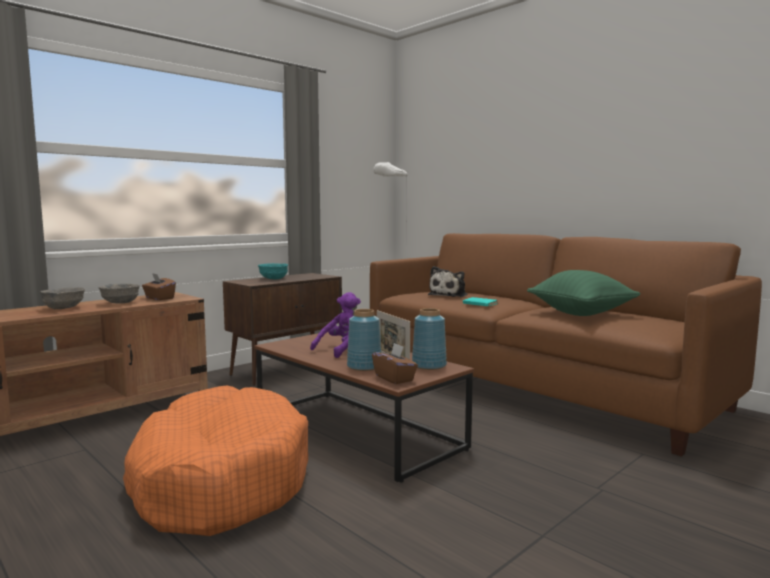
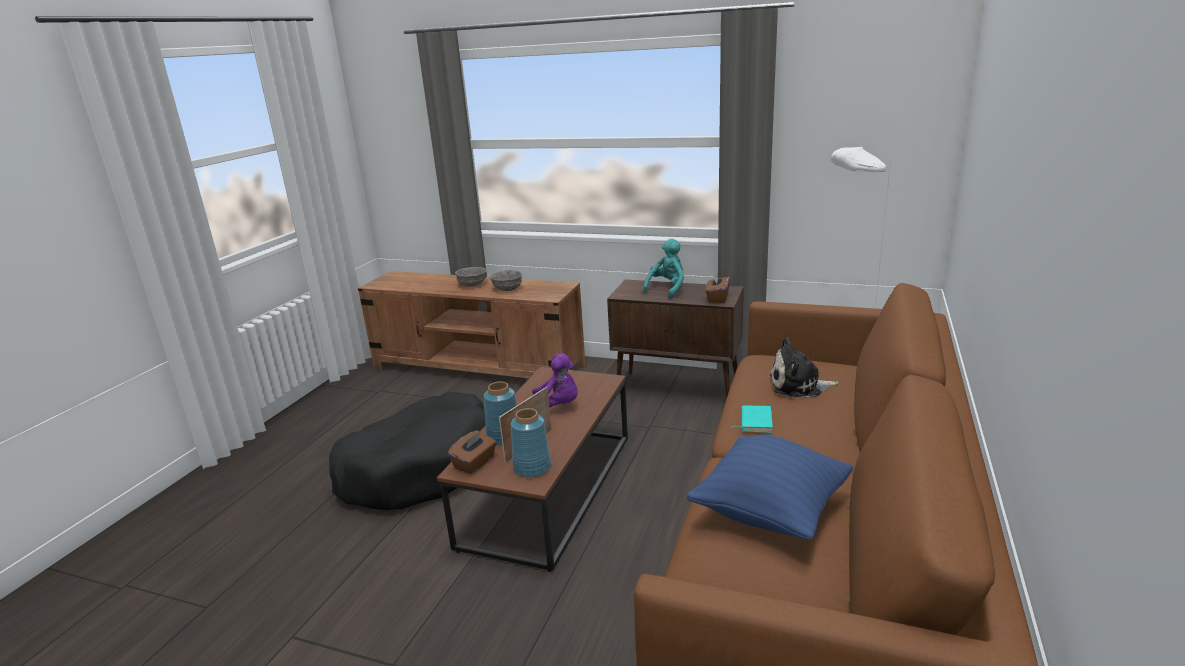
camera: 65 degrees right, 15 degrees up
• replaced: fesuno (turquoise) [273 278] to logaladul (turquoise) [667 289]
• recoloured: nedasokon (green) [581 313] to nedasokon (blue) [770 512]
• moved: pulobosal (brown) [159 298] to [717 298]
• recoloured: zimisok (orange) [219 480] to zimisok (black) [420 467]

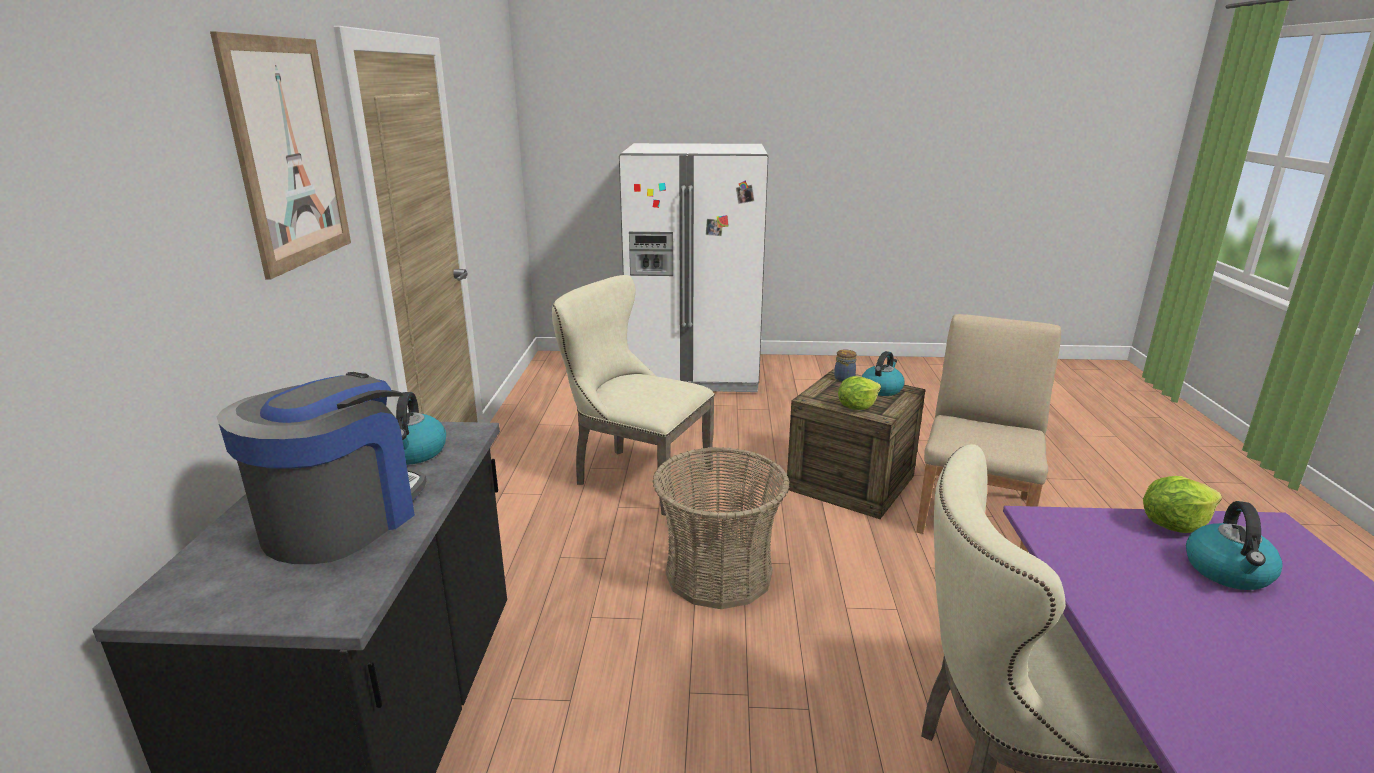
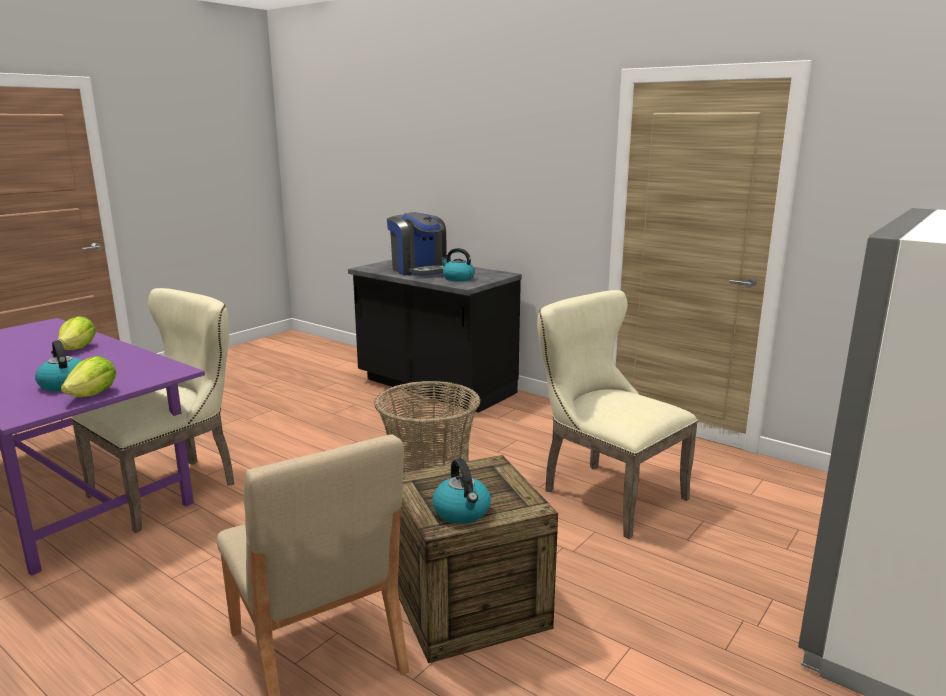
camera: 125 degrees right, 5 degrees down
• removed: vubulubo [288 153]
• turned: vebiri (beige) [635 476] = [604 493] 105 degrees counterclockwise
• removed: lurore [844 378]
• moved: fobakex [857 407] to [78 348]

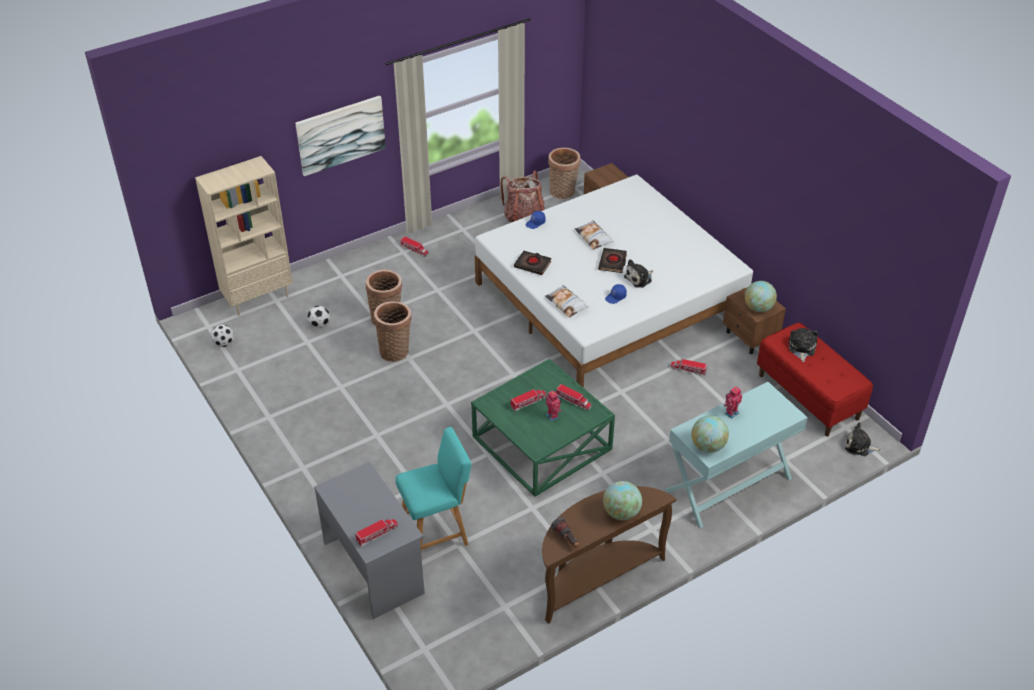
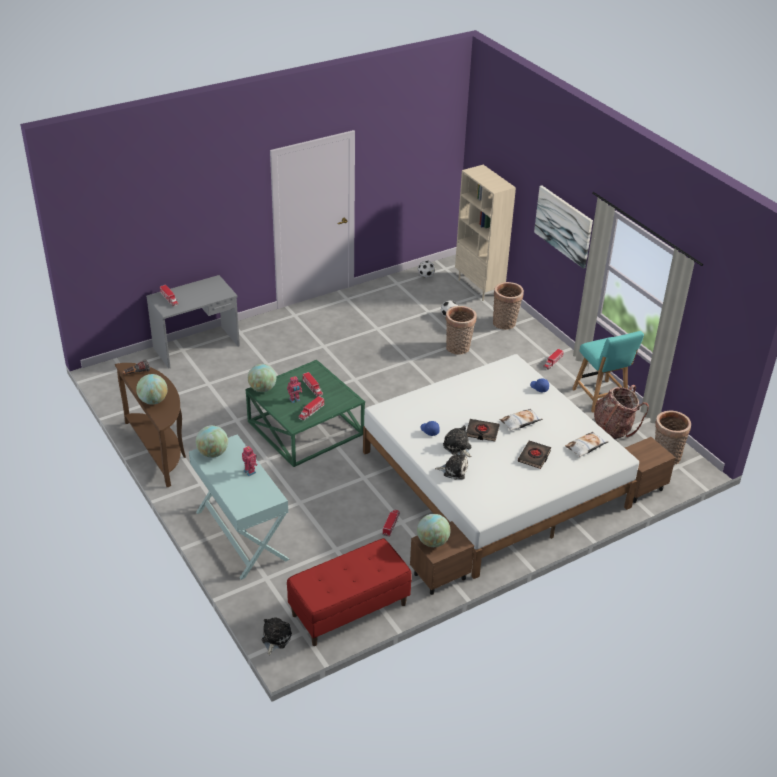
camera: 90 degrees right, 5 degrees down
• moved: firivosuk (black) [532 265] to [534 456]
• moved: nedasokon [566 304] to [586 447]
• moved: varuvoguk [395 350] to [505 324]
• moved: logaladul [801 348] to [453 470]
• moved: vebiri (turquoise) [437 532] to [601 398]
• added: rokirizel [262 389]

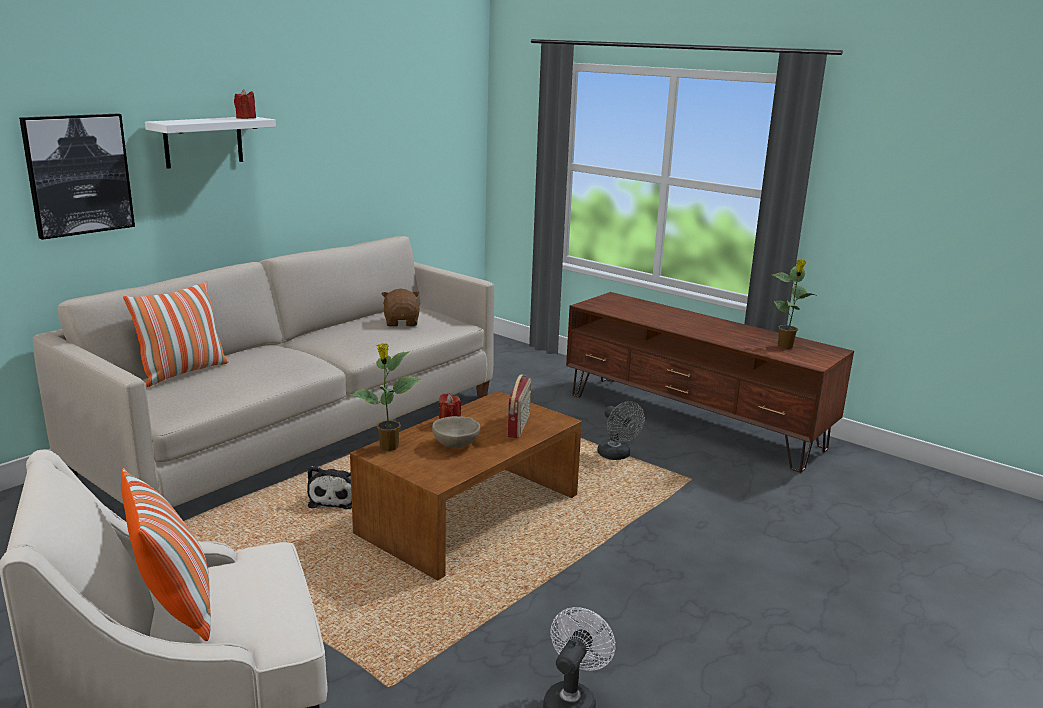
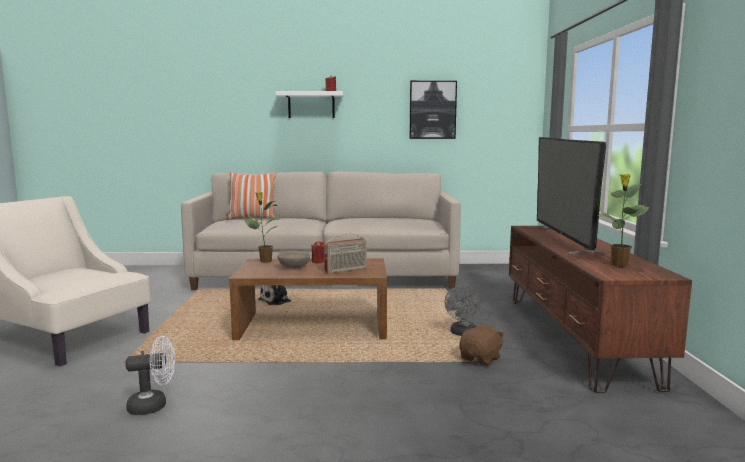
camera: 50 degrees right, 10 degrees down
• moved: vubulubo [78 174] to [432 110]
• moved: logaladul (brown) [402 322] to [481 359]
• removed: nedasokon [176 606]
• added: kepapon [561 239]

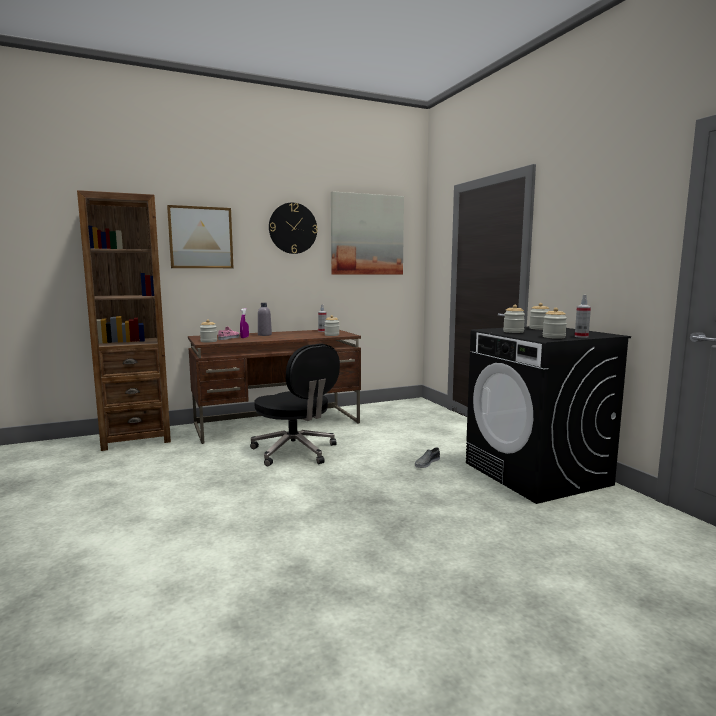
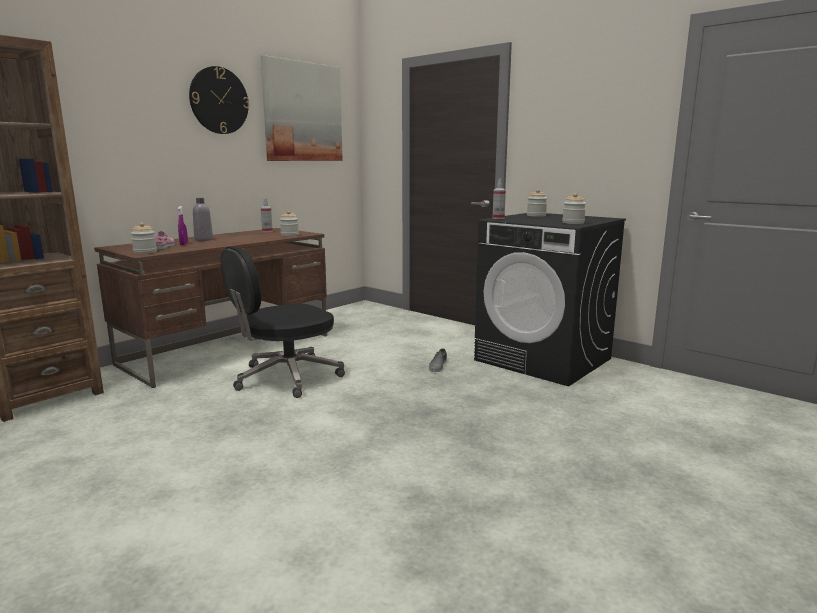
camera: 25 degrees left, 5 degrees up
• removed: vubulubo [201 237]
• moved: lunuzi [581 336] to [498 218]
• removed: lurore [513 332]
• turned: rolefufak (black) [295 452] = [286 377] 120 degrees clockwise

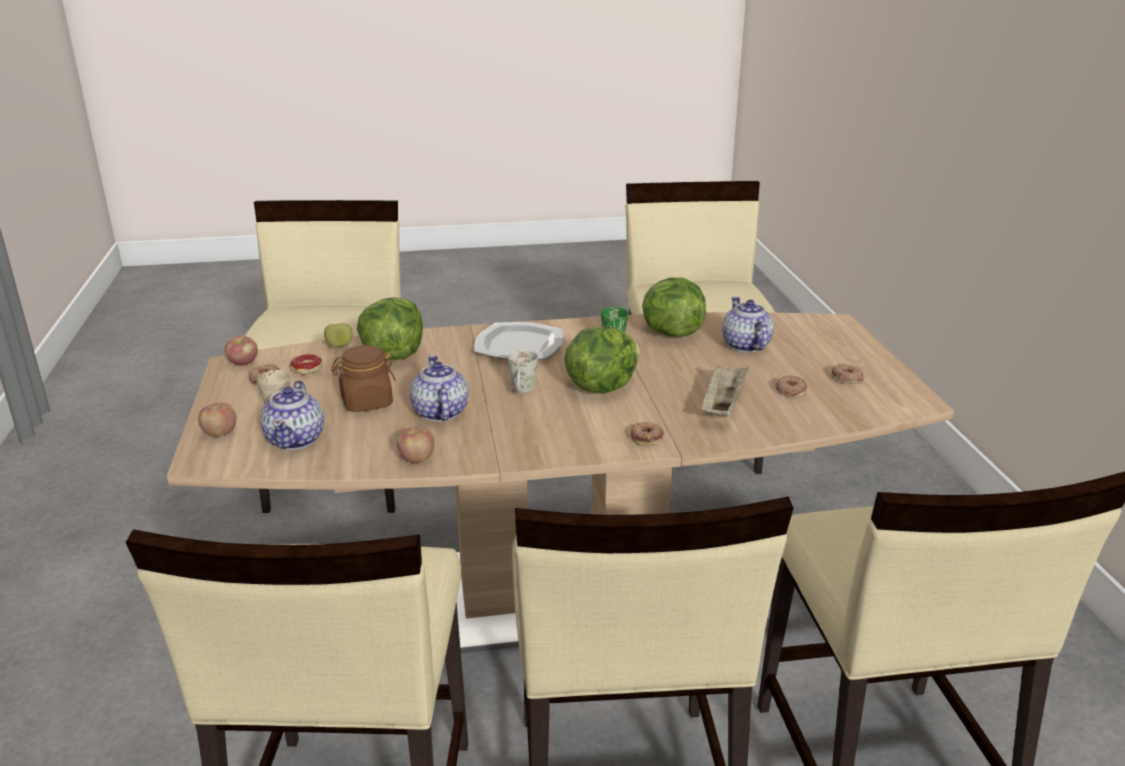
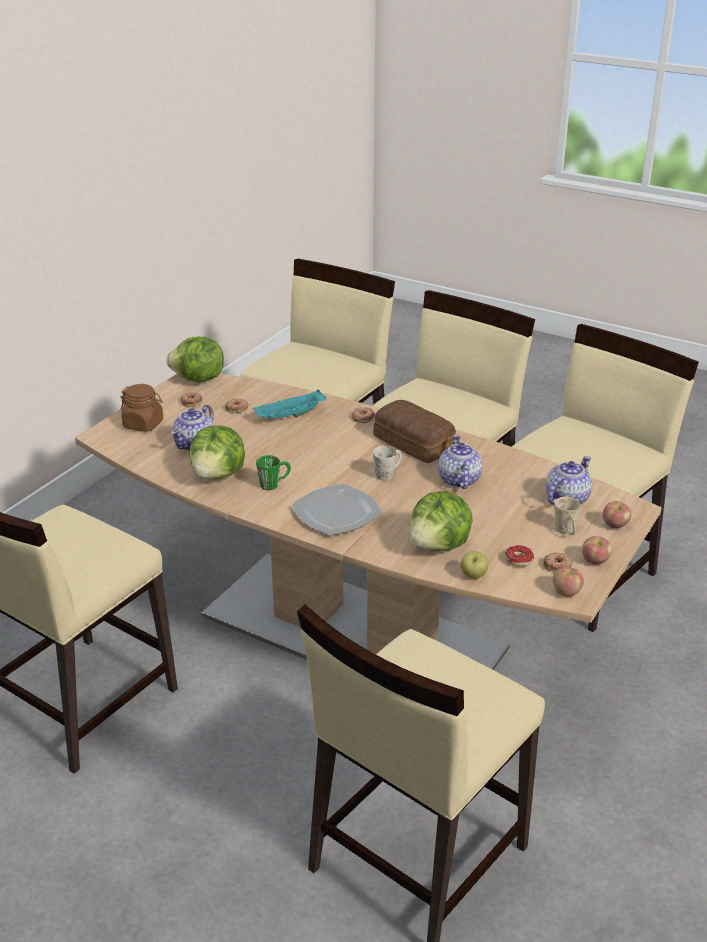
camera: 140 degrees left, 5 degrees up
• moved: fobakex [601 386] to [198 380]
• moved: lurore (brown) [366 402] to [143 424]
• turned: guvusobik [439 413] = [458 480] 150 degrees clockwise
• recoloured: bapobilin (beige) [722 405] to bapobilin (turquoise) [290 416]
• moved: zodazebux [416 458] to [595 561]
• added: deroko [414 444]

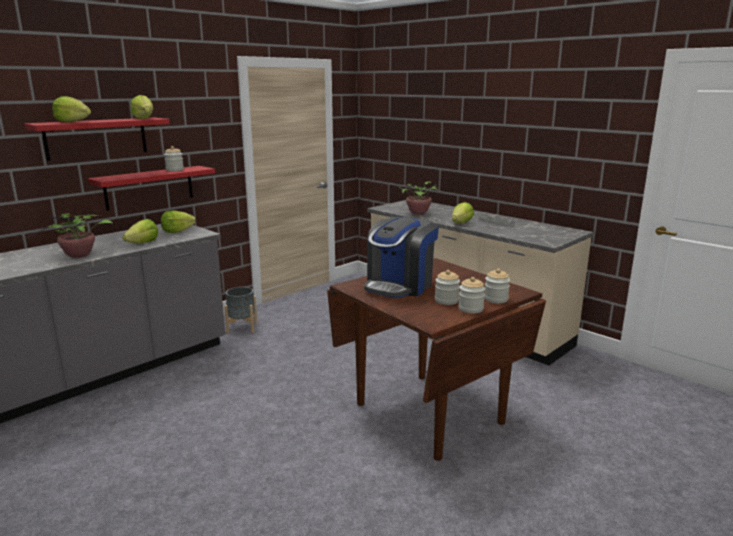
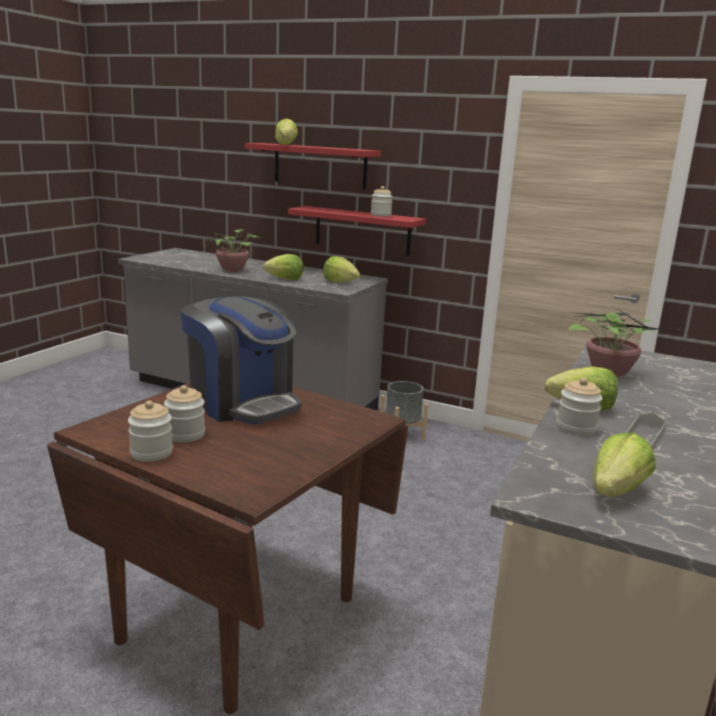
camera: 70 degrees right, 0 degrees up
• moved: fobakex [144 118] to [616 491]
• turned: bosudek [399 285] = [242 402] 150 degrees counterclockwise
• moved: lurore [496 299] to [576 428]

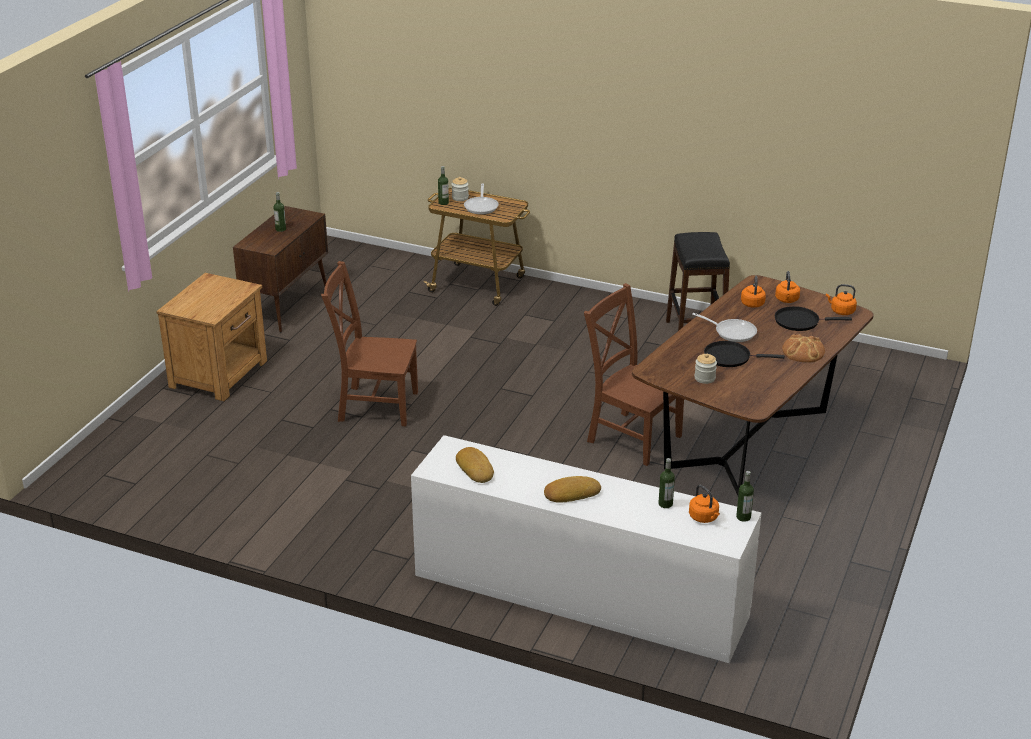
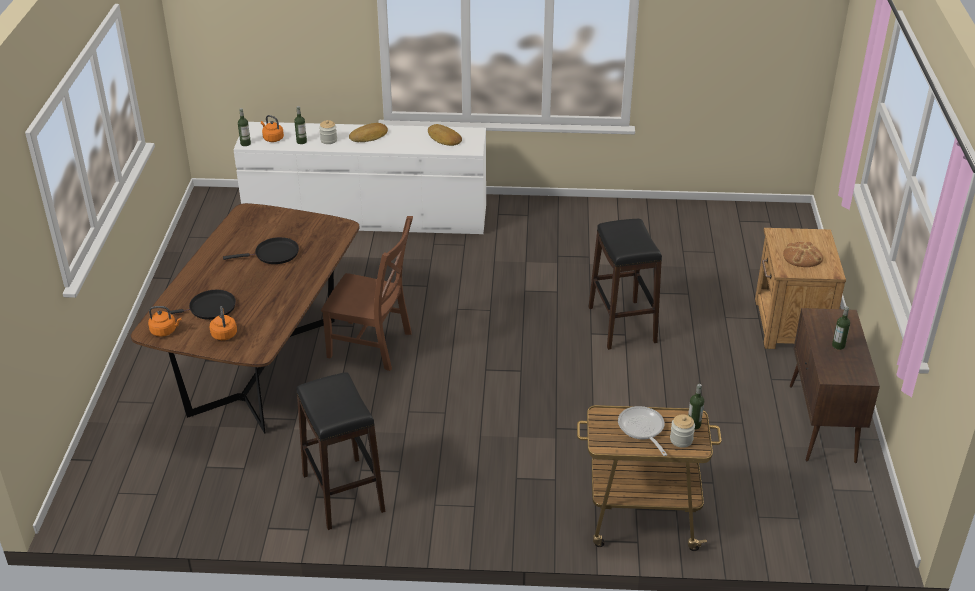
camera: 160 degrees right, 5 degrees up
• replaced: vebiri (brown) [374 405] to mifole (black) [622 325]
• removed: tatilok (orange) [752 303]
• removed: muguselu [732 332]
• moved: deroko [803 351] to [802 257]
• moved: lurore [704 378] to [328 140]

